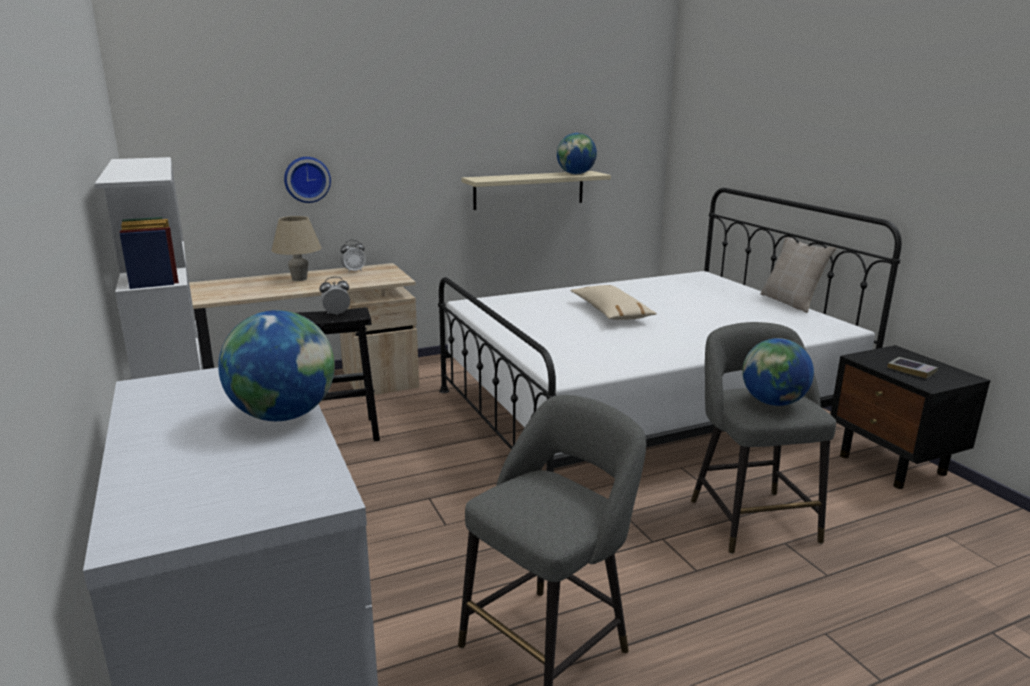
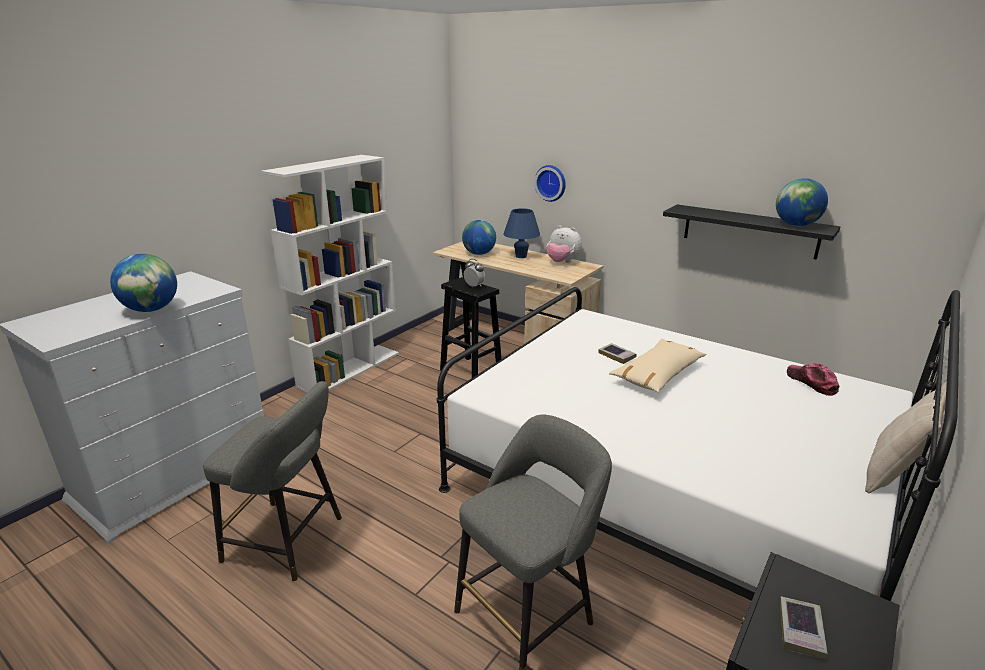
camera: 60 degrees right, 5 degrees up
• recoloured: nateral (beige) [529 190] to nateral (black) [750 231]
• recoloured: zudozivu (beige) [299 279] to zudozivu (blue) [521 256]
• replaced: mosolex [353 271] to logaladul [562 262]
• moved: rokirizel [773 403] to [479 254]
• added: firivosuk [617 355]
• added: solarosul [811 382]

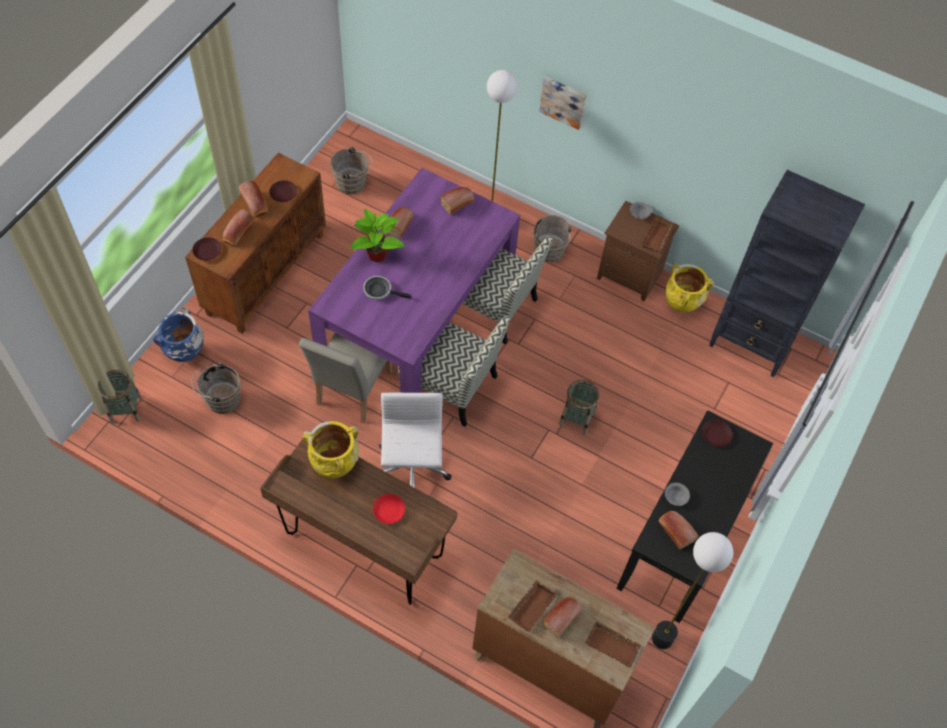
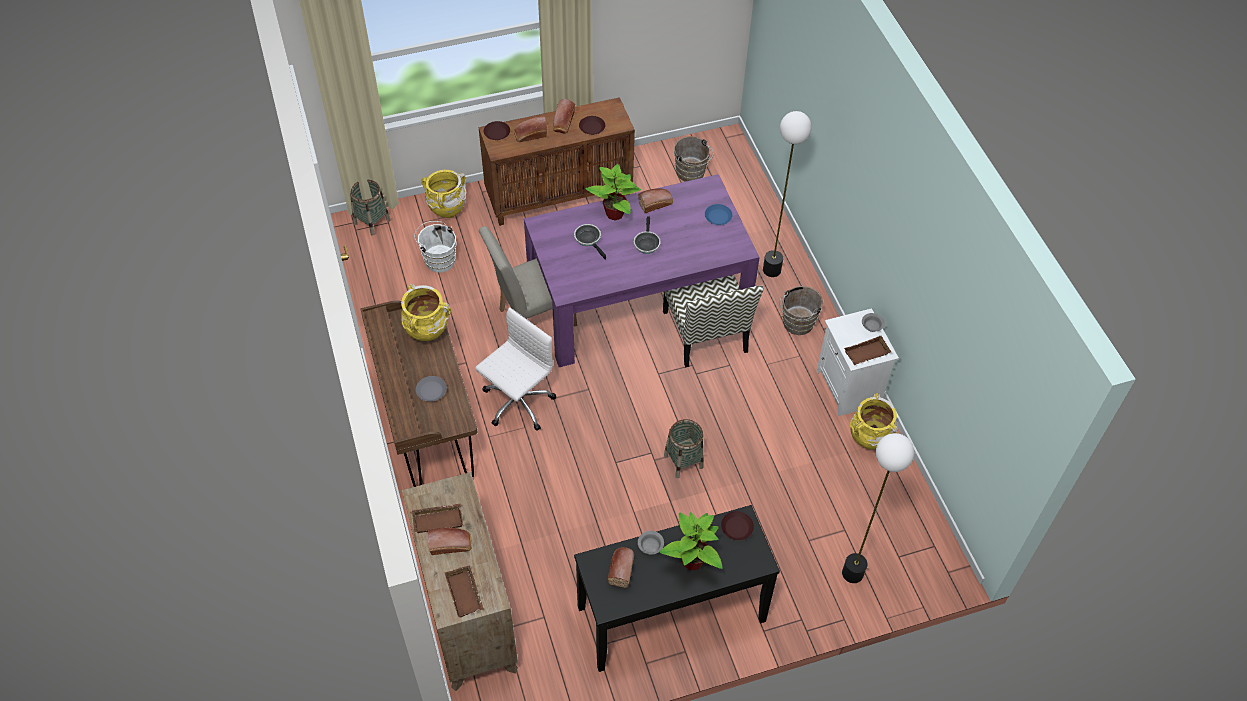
camera: 45 degrees right, 5 degrees down
• removed: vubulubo [563 101]
• removed: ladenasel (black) [752 342]
• replaced: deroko [458 203] to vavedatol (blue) [718 217]
• recoloured: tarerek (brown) [631 275] to tarerek (white) [849 388]
• recoloured: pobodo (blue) [186 354] to pobodo (yellow) [447 213]
• removed: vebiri [451 385]
• recoloured: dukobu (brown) [220 399] to dukobu (white) [438 259]
• recoloured: vavedatol (red) [389 510] to vavedatol (grey) [431 391]
• moved: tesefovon [662 639] to [852 573]
• added: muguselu [646 243]
• added: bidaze [692 561]

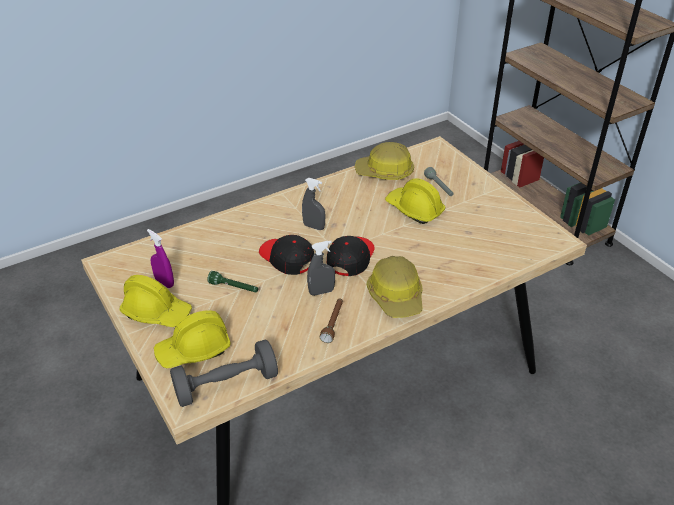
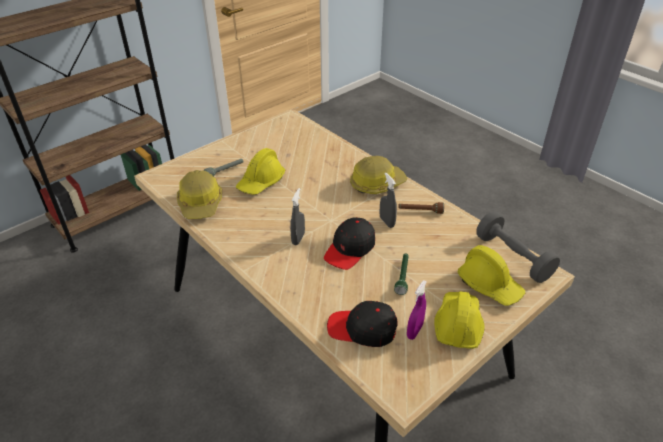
camera: 100 degrees left, 0 degrees up
• moved: solarosul (black) [350 258] to [362 329]

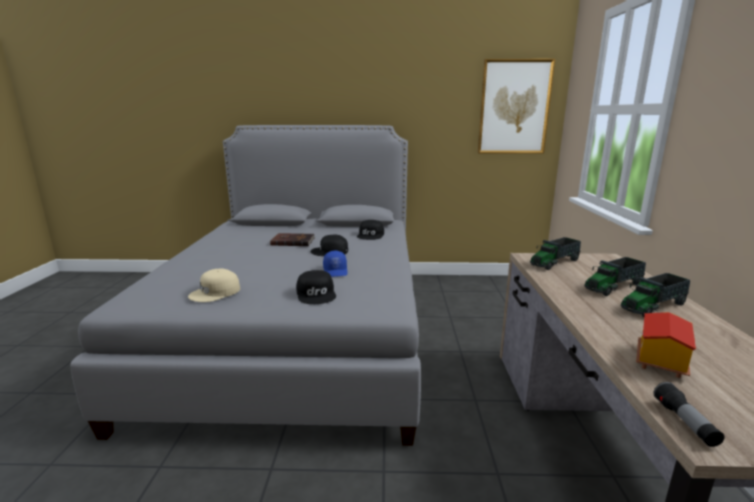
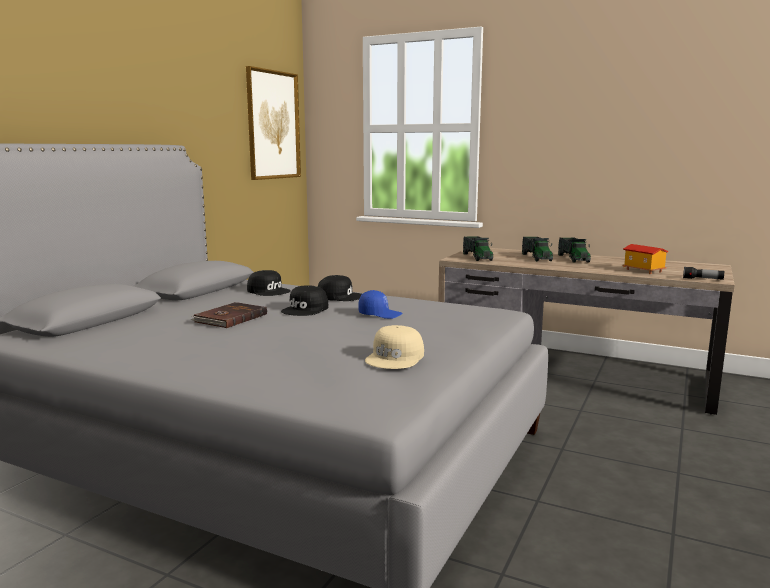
camera: 65 degrees left, 5 degrees down
• turned: solarosul (beige) [215 292] = [396 358] 45 degrees clockwise
• moved: solarosul (black) [317 294] to [340 296]

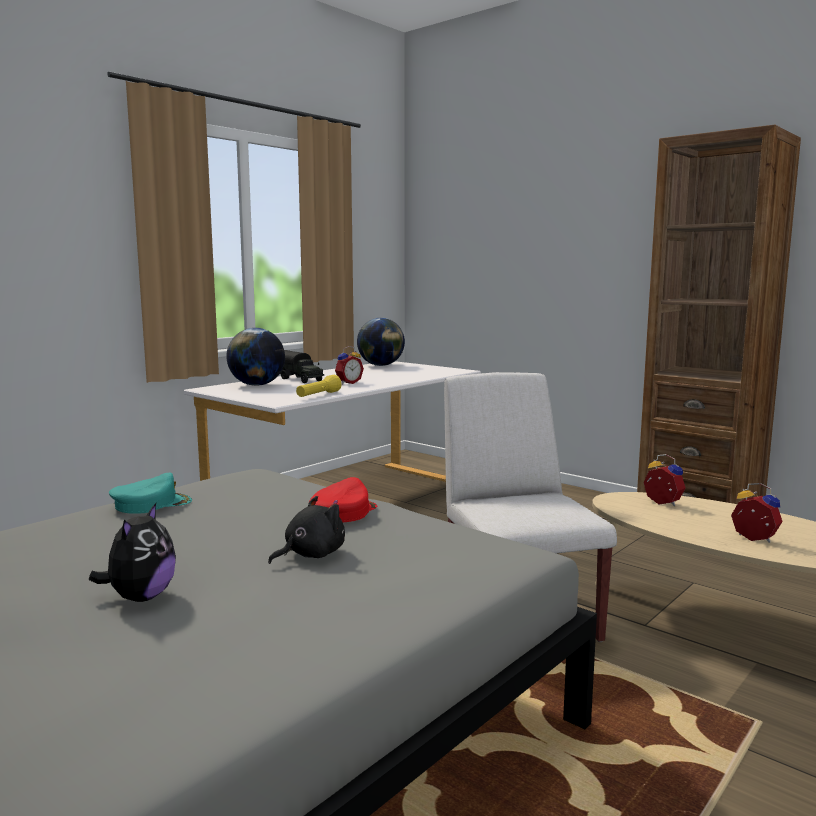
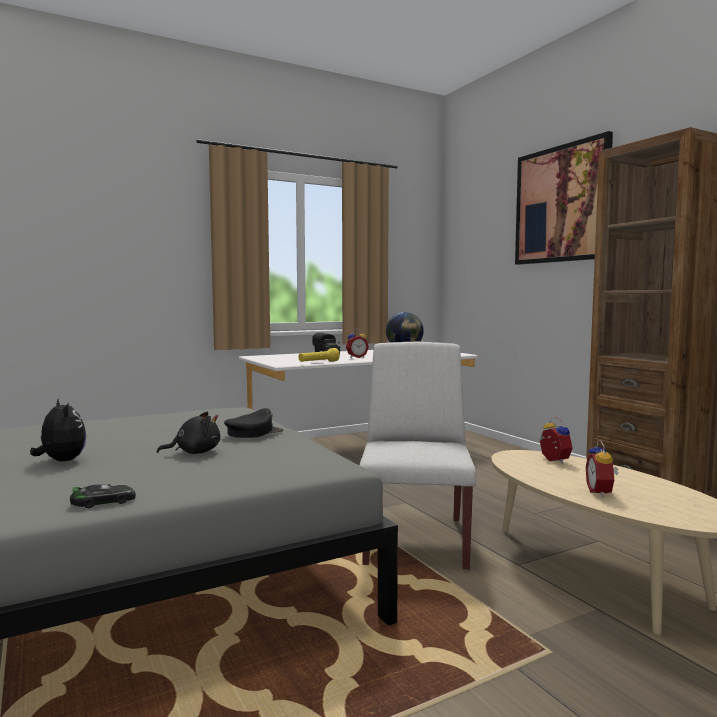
camera: 20 degrees right, 5 degrees down
• removed: rokirizel [257 385]
• removed: solarosul (turquoise) [151 504]
• recoloured: solarosul (red) [342 512] to solarosul (black) [254 432]
• turned: mosolex [753 539] = [601 493] 150 degrees counterclockwise
• turned: logaladul [140 597] = [61 461] 75 degrees counterclockwise
• added: vubulubo [561 204]
• added: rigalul [103 501]

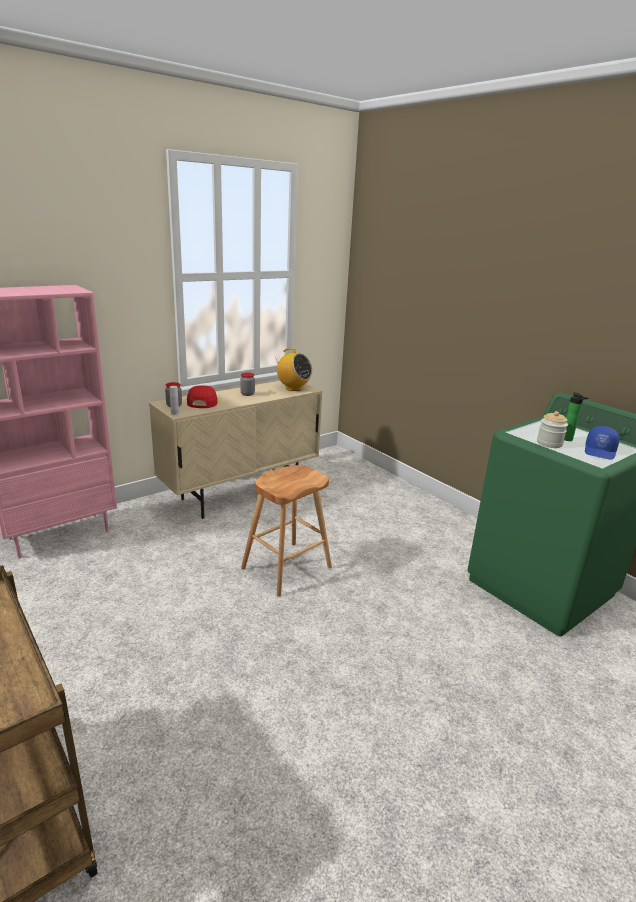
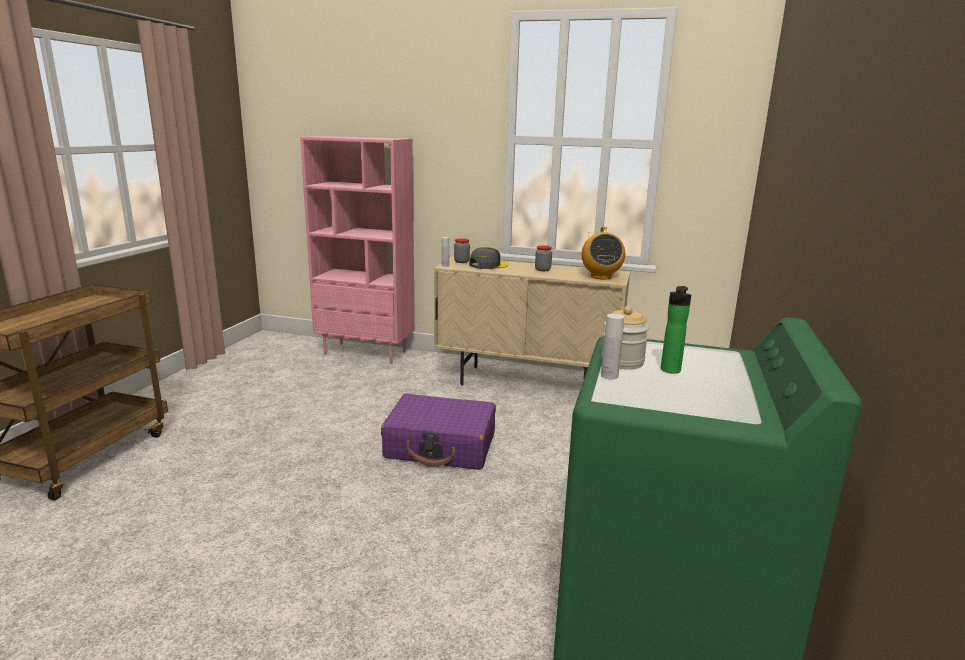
camera: 55 degrees right, 5 degrees down
• recoloured: solarosul (red) [202 402] to solarosul (grey) [488 265]
• removed: solarosul (blue) [600 451]
• replaced: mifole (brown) [286 568] to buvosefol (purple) [441 446]
• added: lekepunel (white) [609 376]

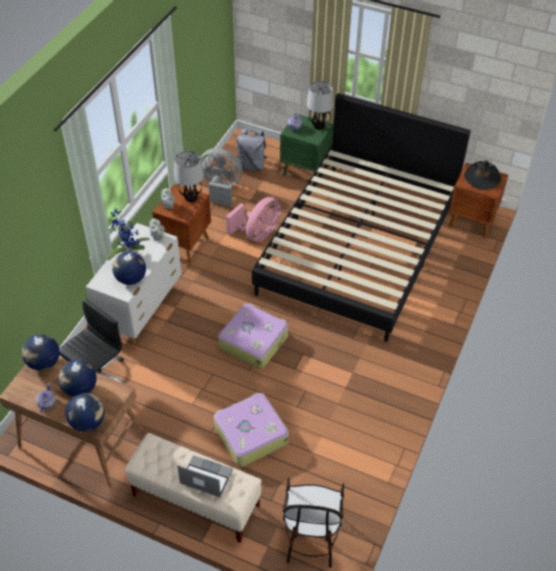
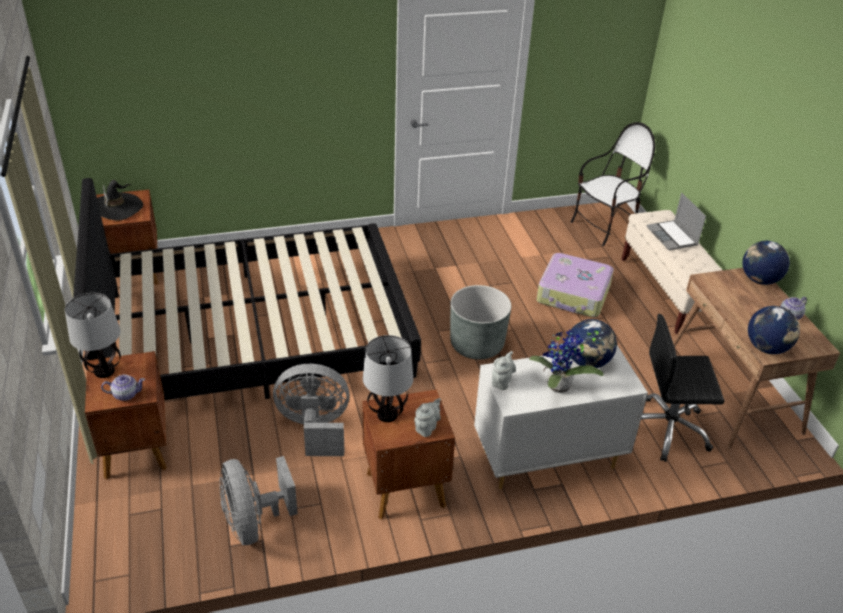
camera: 130 degrees left, 10 degrees down
• recoloured: tarerek (green) [306 171] to tarerek (brown) [137 449]
• removed: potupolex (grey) [252 165]
• recoloured: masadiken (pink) [257 234] to masadiken (grey) [315 428]
• replaced: buvosefol [253 341] to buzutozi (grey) [476 345]
• removed: rokirizel [80 389]

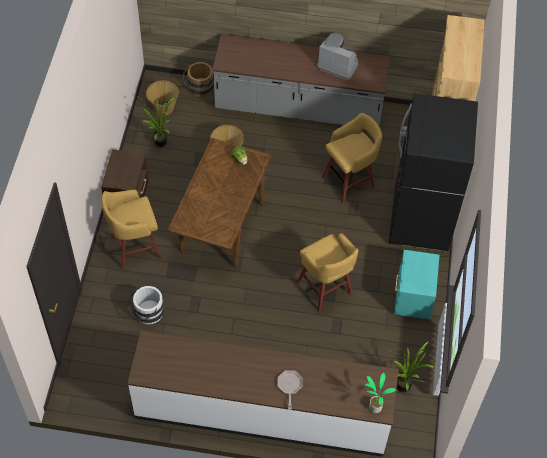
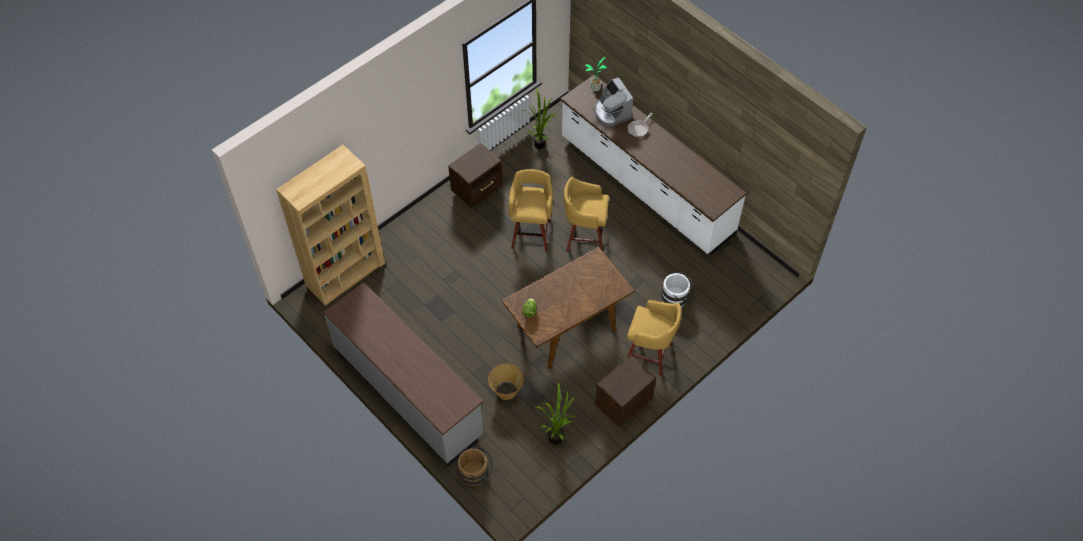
camera: 140 degrees left, 0 degrees up
• moved: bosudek [338 64] to [612 112]
• removed: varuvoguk [163 107]
• removed: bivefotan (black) [420 220]
• moved: mifole (yellow) [349 181] to [584 238]
• recoloured: tarerek (turquoise) [412 299] to tarerek (brown) [477 190]

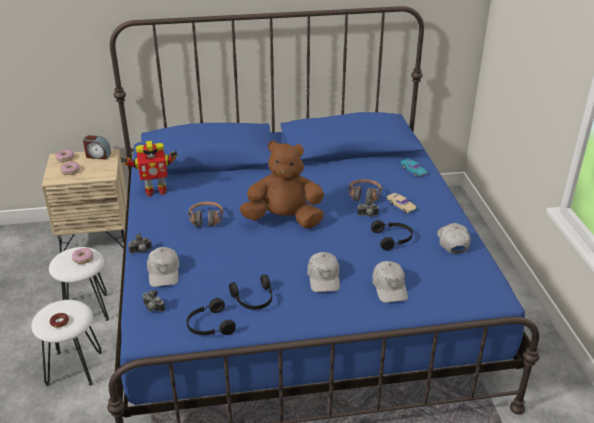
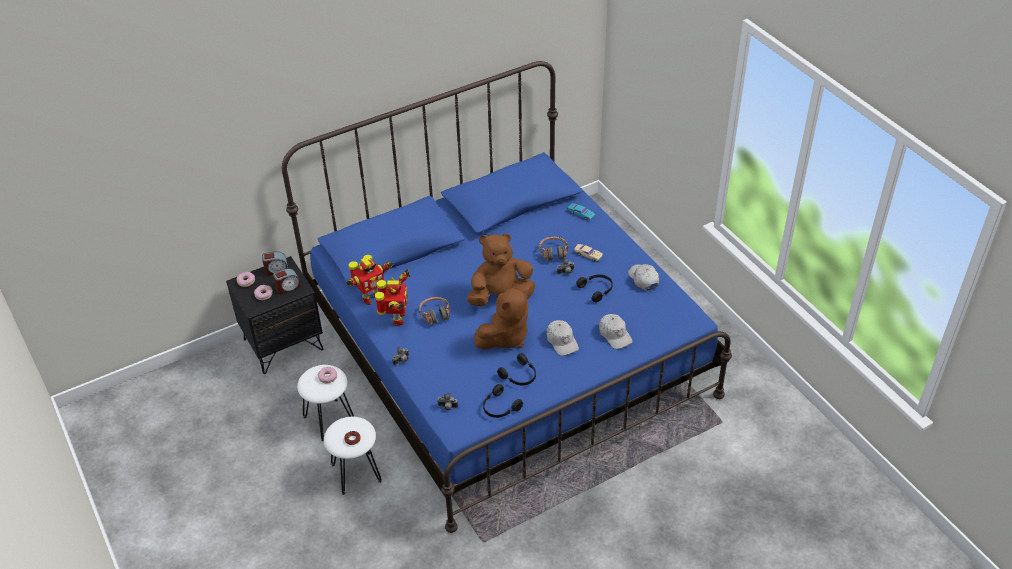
camera: 20 degrees left, 10 degrees up
• recoloured: tarerek (beige) [96 235] to tarerek (black) [283 344]
• removed: solarosul (white) [164 272]
• added: mosolex [288 287]
• added: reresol [397 319]
• added: logaladul (brown) [505 337]

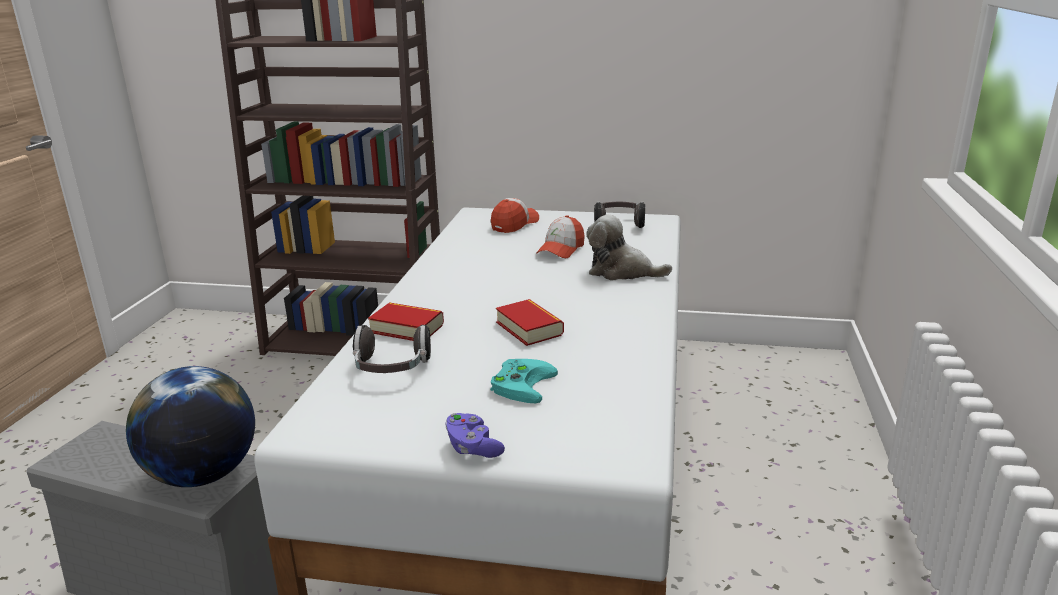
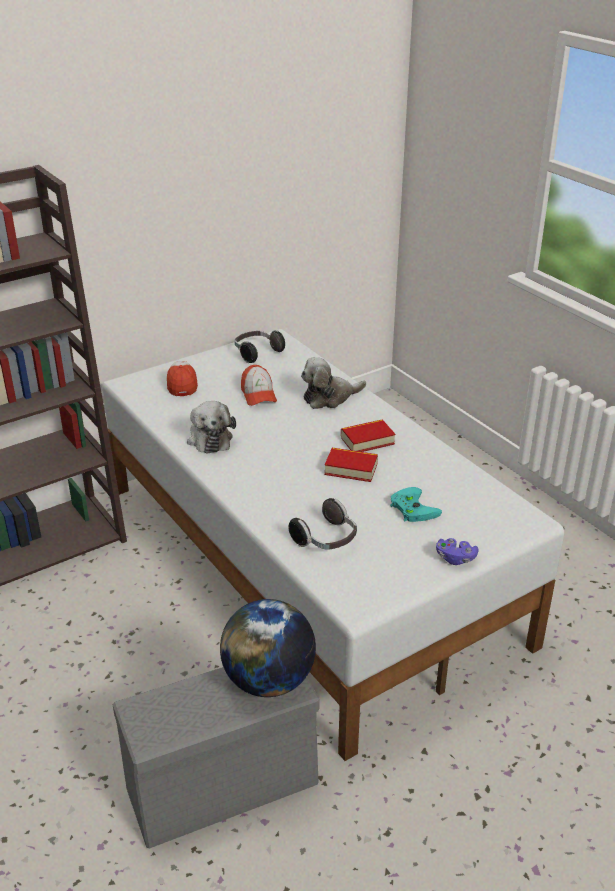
camera: 45 degrees left, 10 degrees up
• moved: firivosuk [407 328] to [367 440]
• added: logaladul [209 438]

